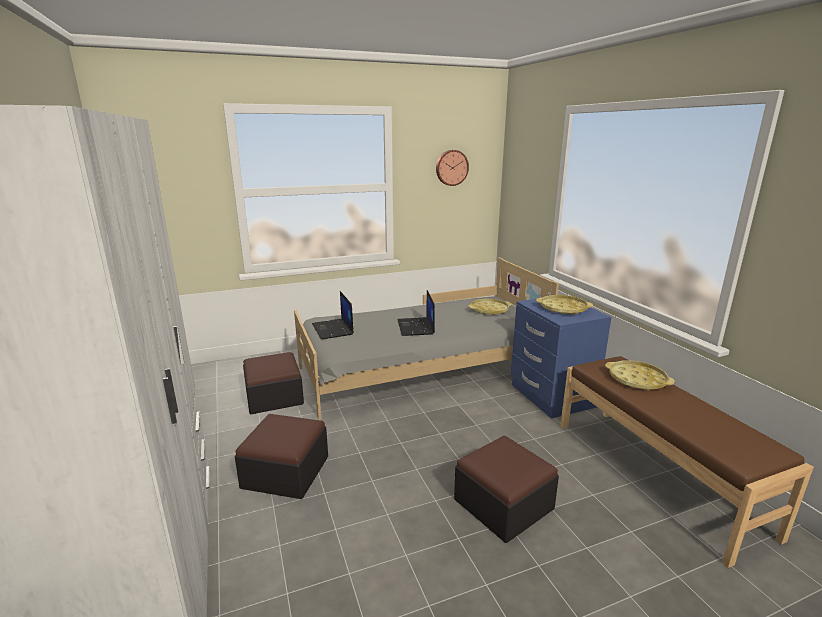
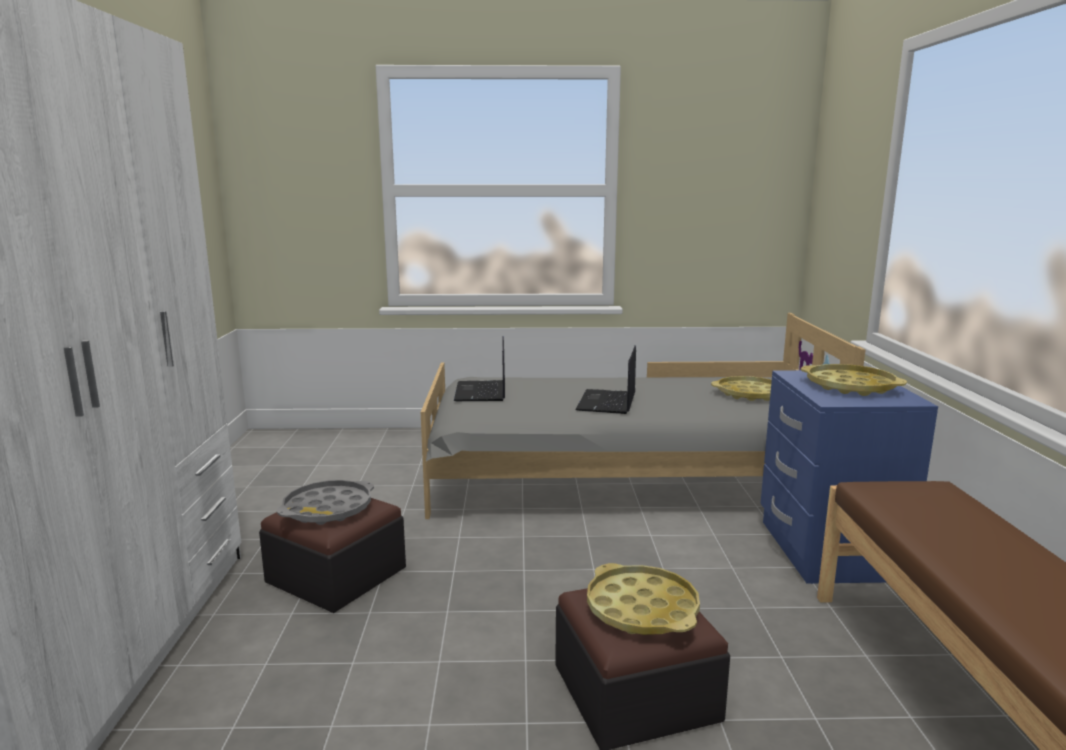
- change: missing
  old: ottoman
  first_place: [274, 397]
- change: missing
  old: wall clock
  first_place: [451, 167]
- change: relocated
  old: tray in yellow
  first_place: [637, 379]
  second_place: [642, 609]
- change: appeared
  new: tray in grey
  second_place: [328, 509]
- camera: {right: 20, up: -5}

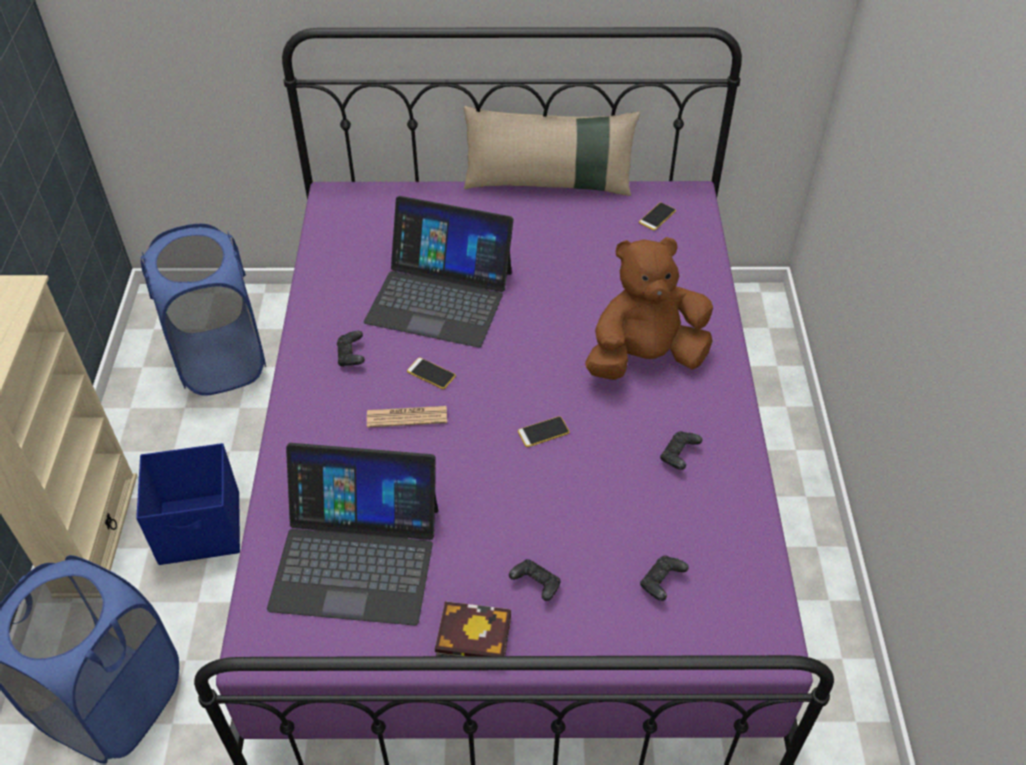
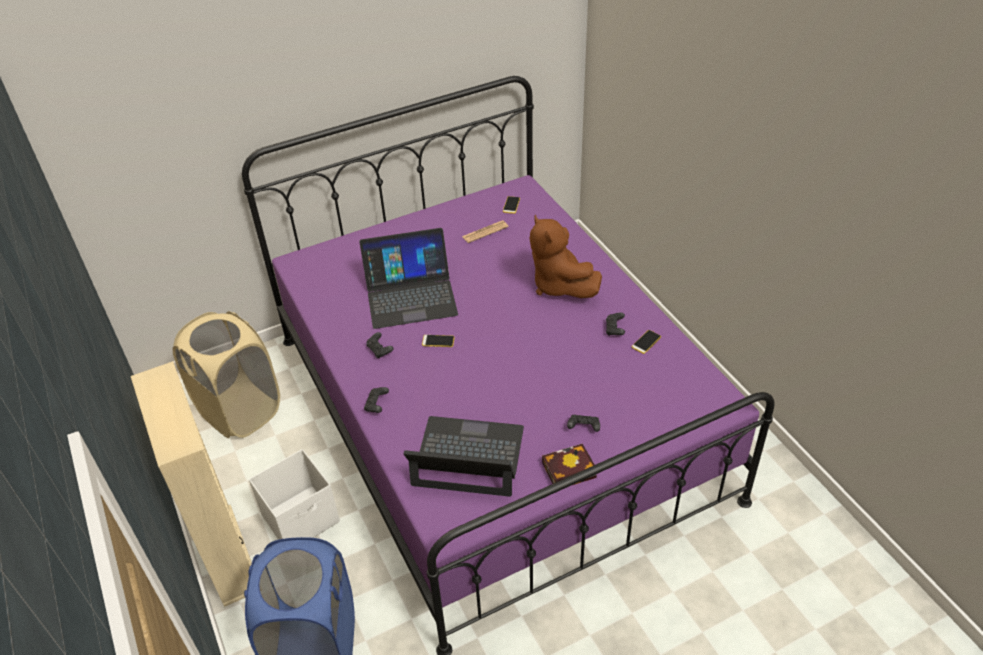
- change: colour
  old: storage box in blue
  new: storage box in white
  first_place: [201, 529]
  second_place: [302, 519]
- change: colour
  old: laundry basket in blue
  new: laundry basket in beige
  first_place: [221, 360]
  second_place: [240, 411]
- change: spun
  old: laptop
  first_place: [356, 556]
  second_place: [468, 457]
  degrees: -150
- change: relocated
  old: newspaper
  first_place: [407, 417]
  second_place: [485, 232]
- change: missing
  old: pillow in beige
  first_place: [549, 184]
- change: relocated
  old: phone
  first_place: [543, 432]
  second_place: [646, 342]
- change: spun
  old: plush toy in brown
  first_place: [644, 358]
  second_place: [559, 285]
  degrees: -75
- change: relocated
  old: game controller in black
  first_place: [661, 583]
  second_place: [376, 405]
- camera: {right: -25, up: -5}

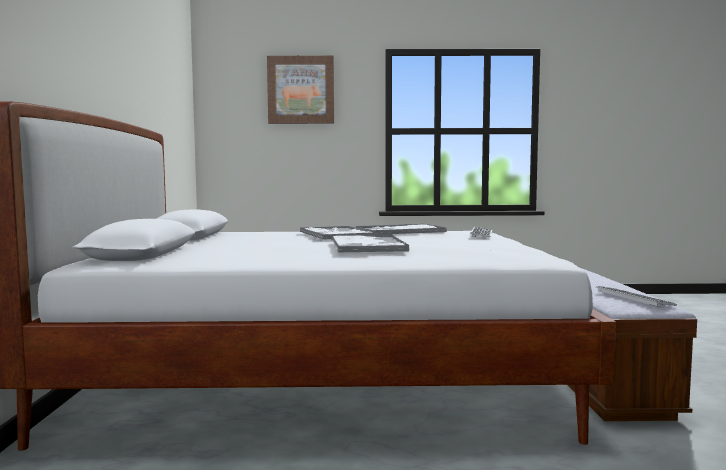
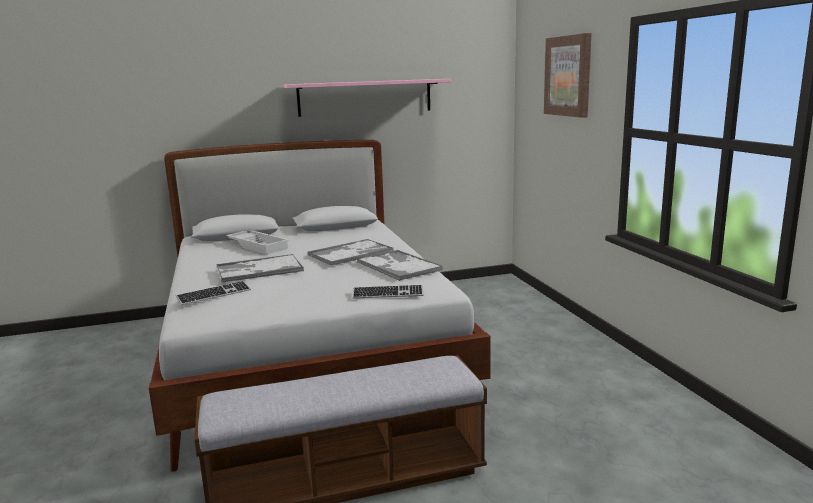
- change: relocated
  old: keyboard
  first_place: [633, 298]
  second_place: [214, 295]
- change: appeared
  new: tray in white
  second_place: [259, 246]
- change: appeared
  new: shelf in pink
  second_place: [365, 97]
- camera: {right: 75, up: 10}

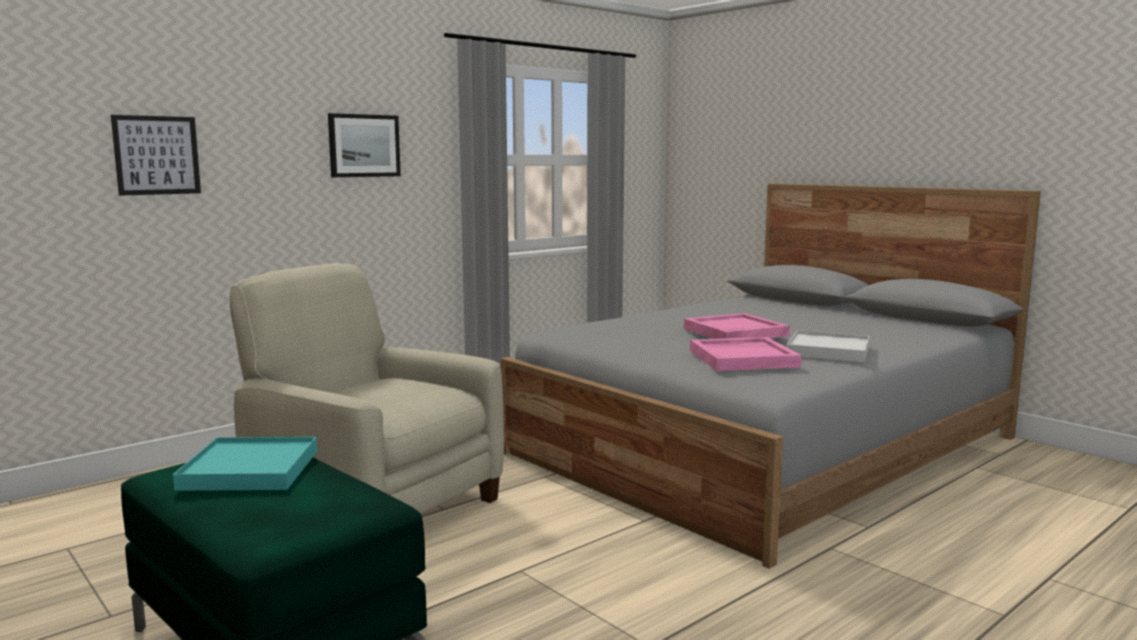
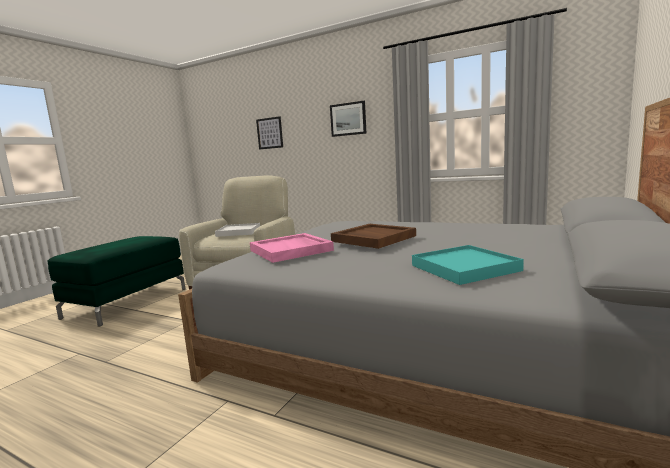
- change: relocated
  old: tray in turquoise
  first_place: [249, 470]
  second_place: [464, 268]
- change: colour
  old: tray in pink
  new: tray in brown
  first_place: [735, 332]
  second_place: [372, 239]
- change: relocated
  old: tray in white
  first_place: [828, 351]
  second_place: [239, 232]
- camera: {right: 70, up: 0}

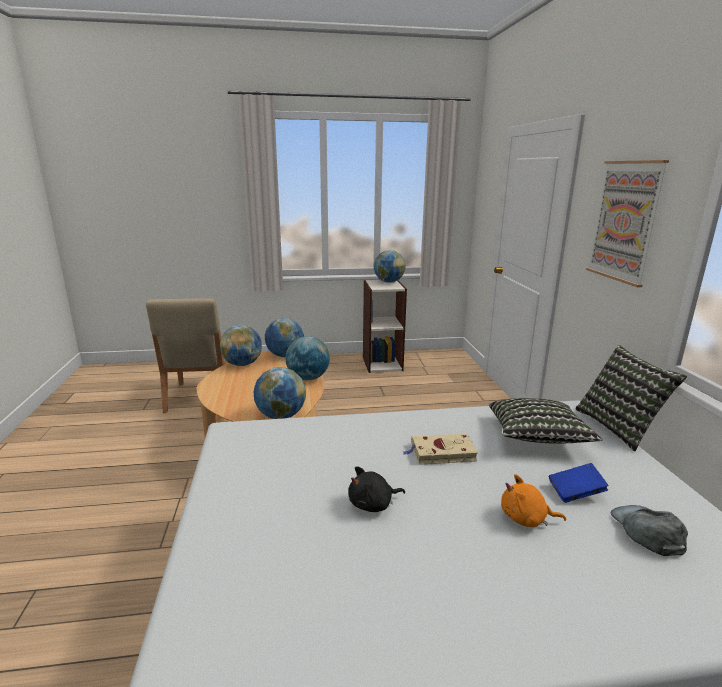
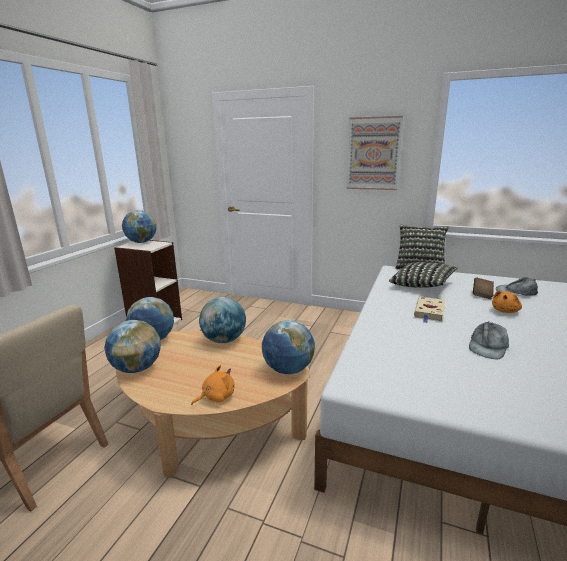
- change: exchanged
  old: plush toy in black
  new: cap in grey
  first_place: [373, 504]
  second_place: [487, 346]
- change: colour
  old: book in blue
  new: book in brown
  first_place: [575, 493]
  second_place: [482, 294]
- change: appeared
  new: plush toy in orange
  second_place: [216, 397]
- camera: {right: -60, up: 0}

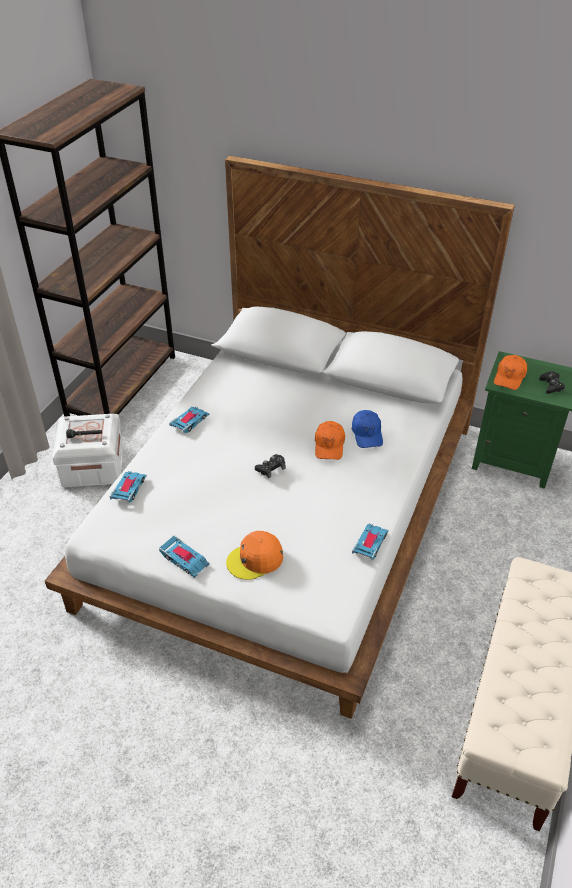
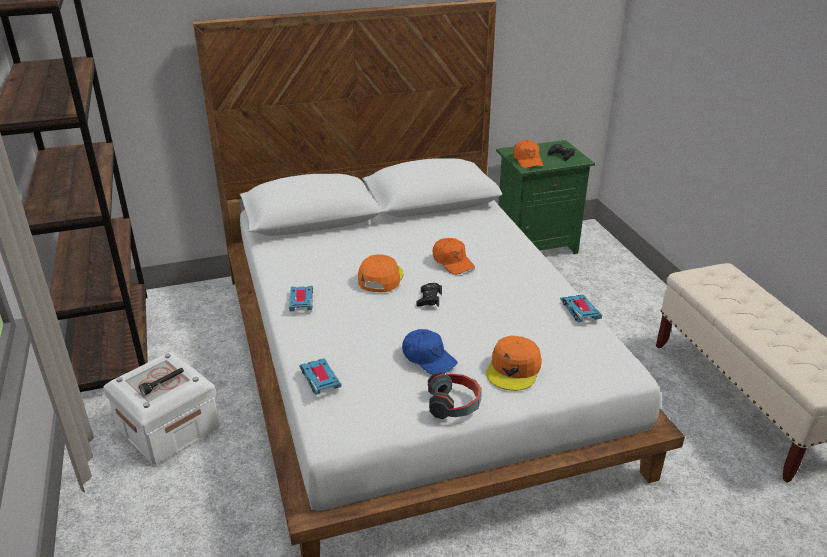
- change: exchanged
  old: toy car
  new: headphones
  first_place: [184, 559]
  second_place: [454, 404]
- change: relocated
  old: cap in blue
  first_place: [367, 434]
  second_place: [428, 358]
- change: appeared
  new: cap in orange
  second_place: [380, 278]
- camera: {right: -40, up: -10}

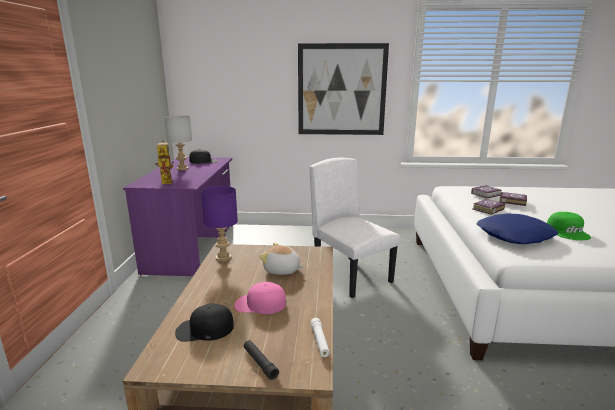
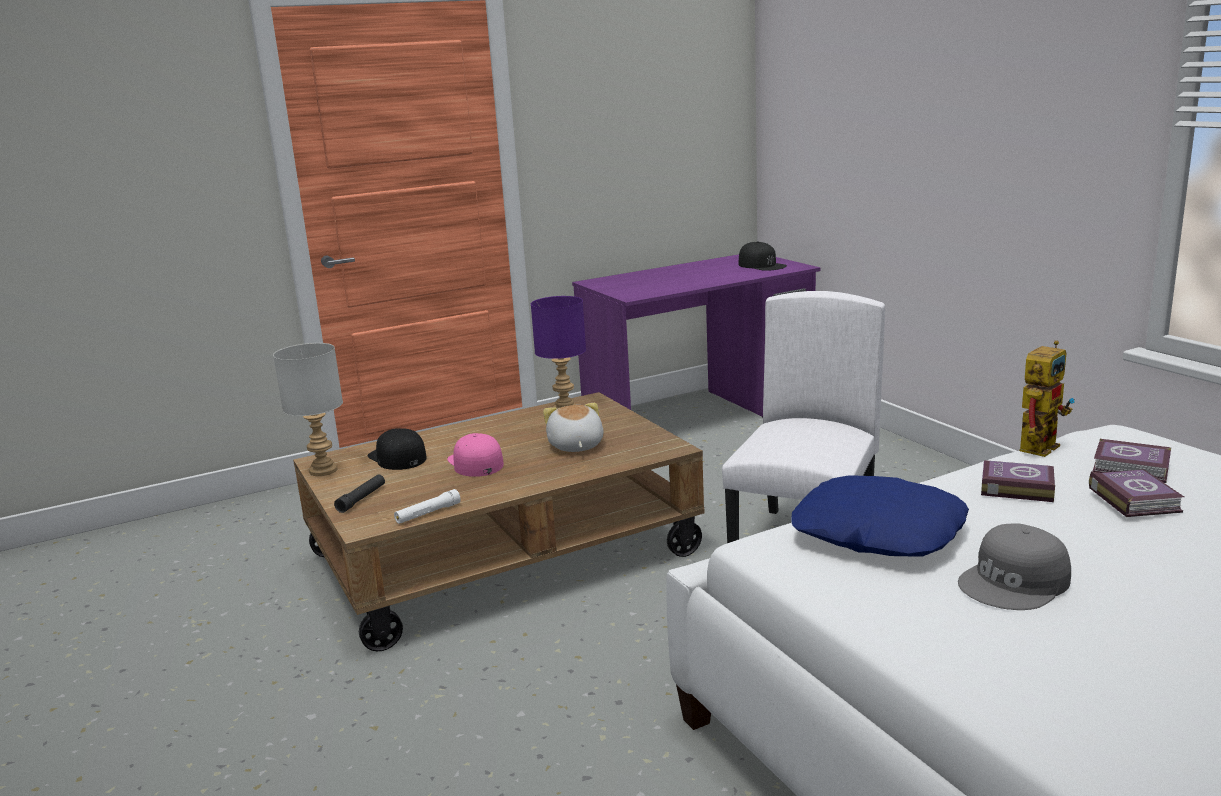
- change: relocated
  old: toy robot
  first_place: [166, 181]
  second_place: [1039, 444]
- change: relocated
  old: table lamp in grey
  first_place: [182, 169]
  second_place: [322, 471]
- change: missing
  old: picture
  first_place: [341, 90]
- change: colour
  old: cap in green
  new: cap in grey
  first_place: [567, 232]
  second_place: [1015, 583]
- camera: {right: 60, up: 0}

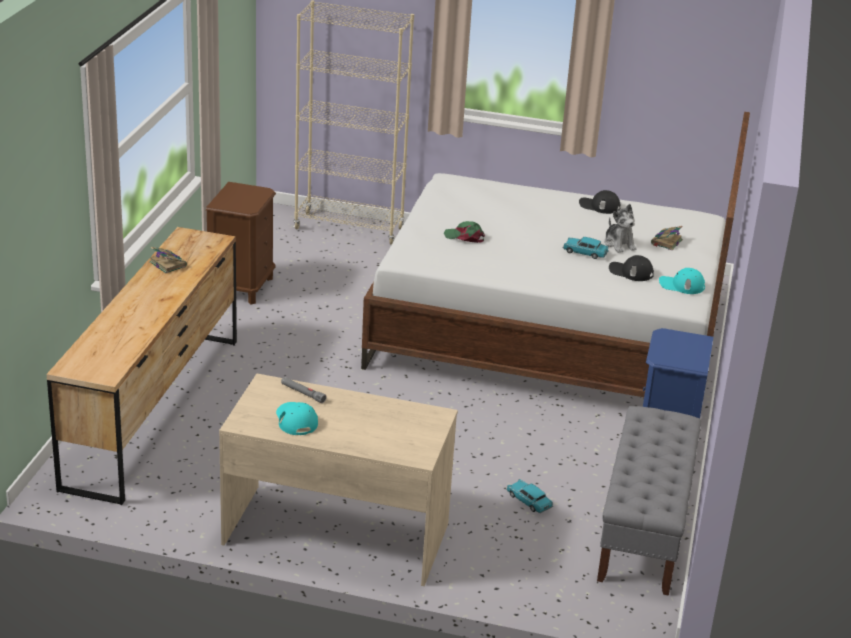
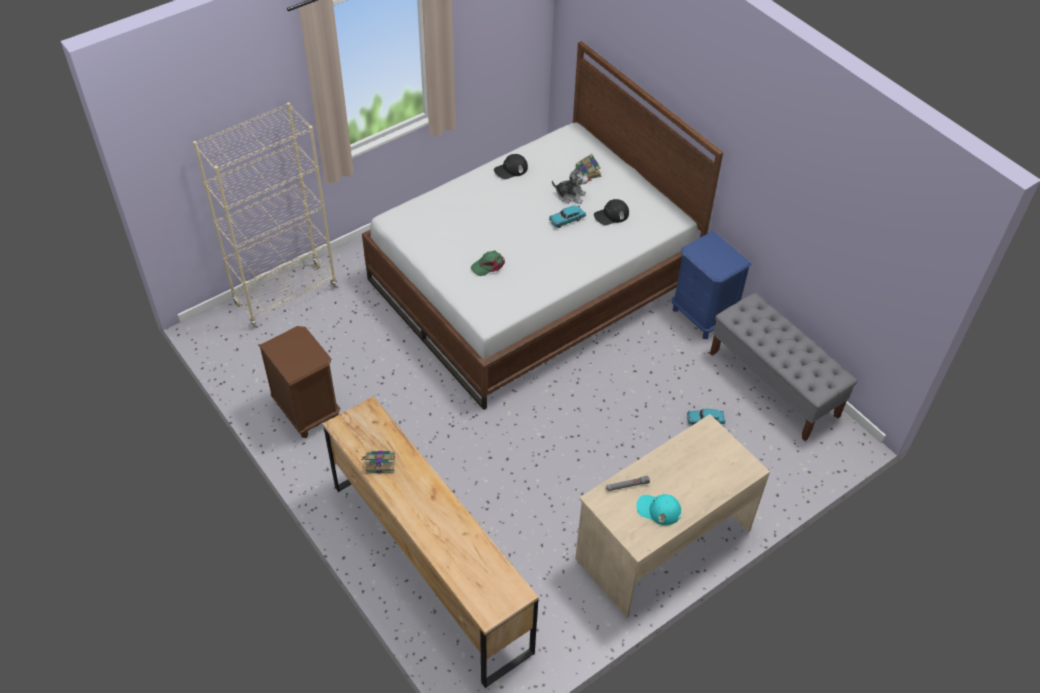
- change: missing
  old: cap in turquoise
  first_place: [681, 285]
- camera: {right: -50, up: 20}

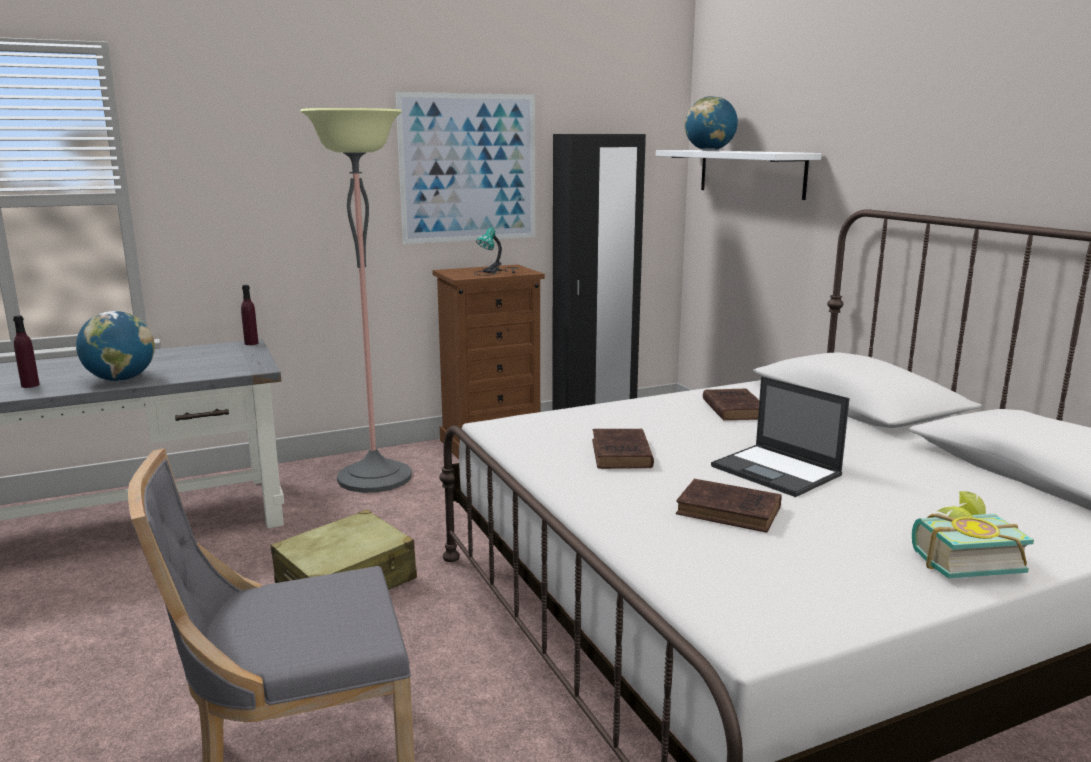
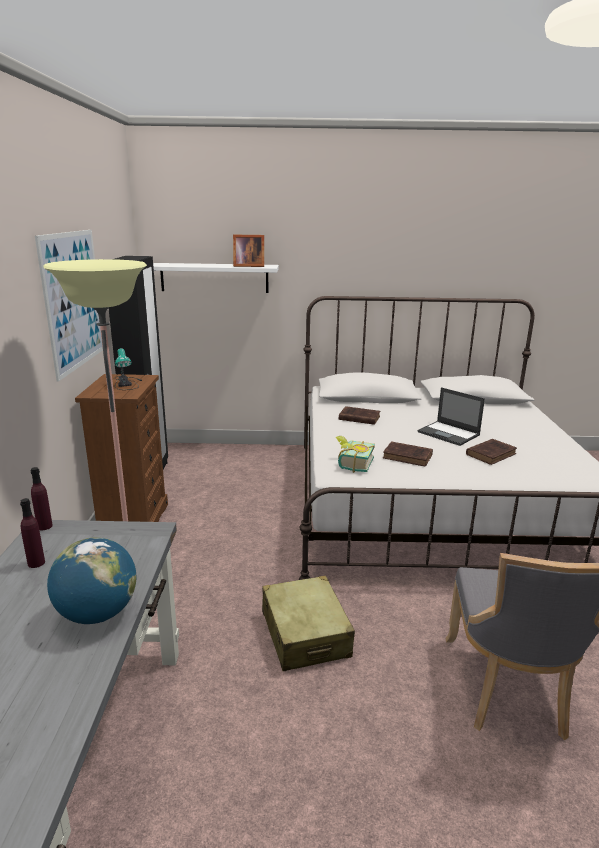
- change: relocated
  old: bottle in purple
  first_place: [30, 385]
  second_place: [36, 563]
- change: missing
  old: globe
  first_place: [709, 150]
- change: spun
  old: laptop
  first_place: [777, 471]
  second_place: [449, 433]
  degrees: 60
- change: relocated
  old: book
  first_place: [960, 559]
  second_place: [351, 464]
- change: appeared
  new: picture frame
  second_place: [247, 266]
- camera: {right: -65, up: 5}

